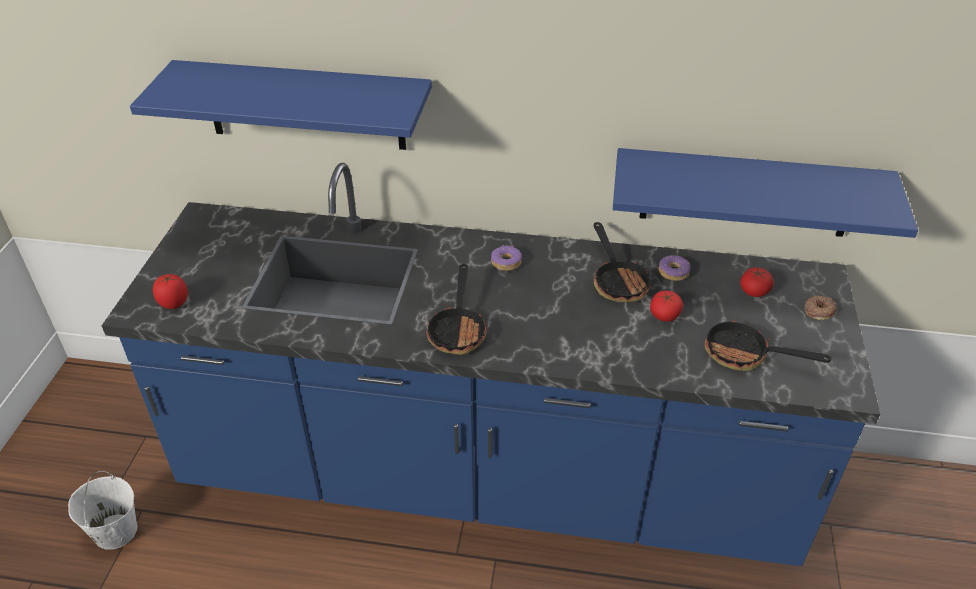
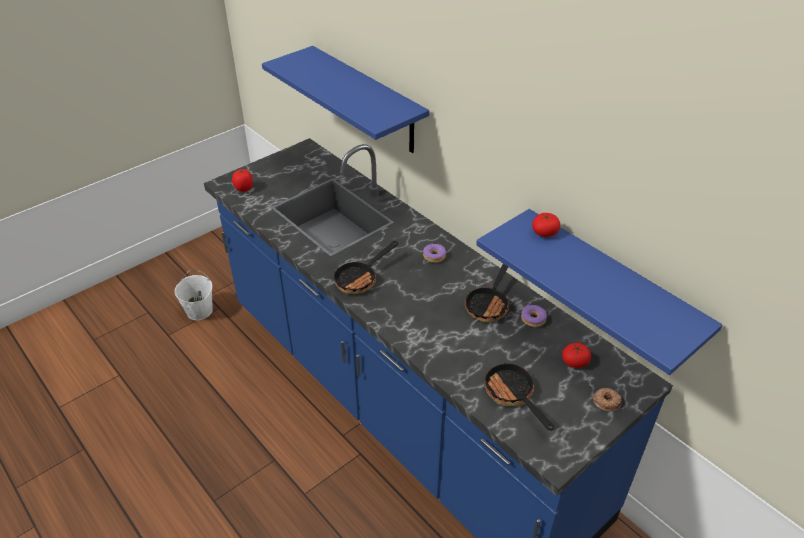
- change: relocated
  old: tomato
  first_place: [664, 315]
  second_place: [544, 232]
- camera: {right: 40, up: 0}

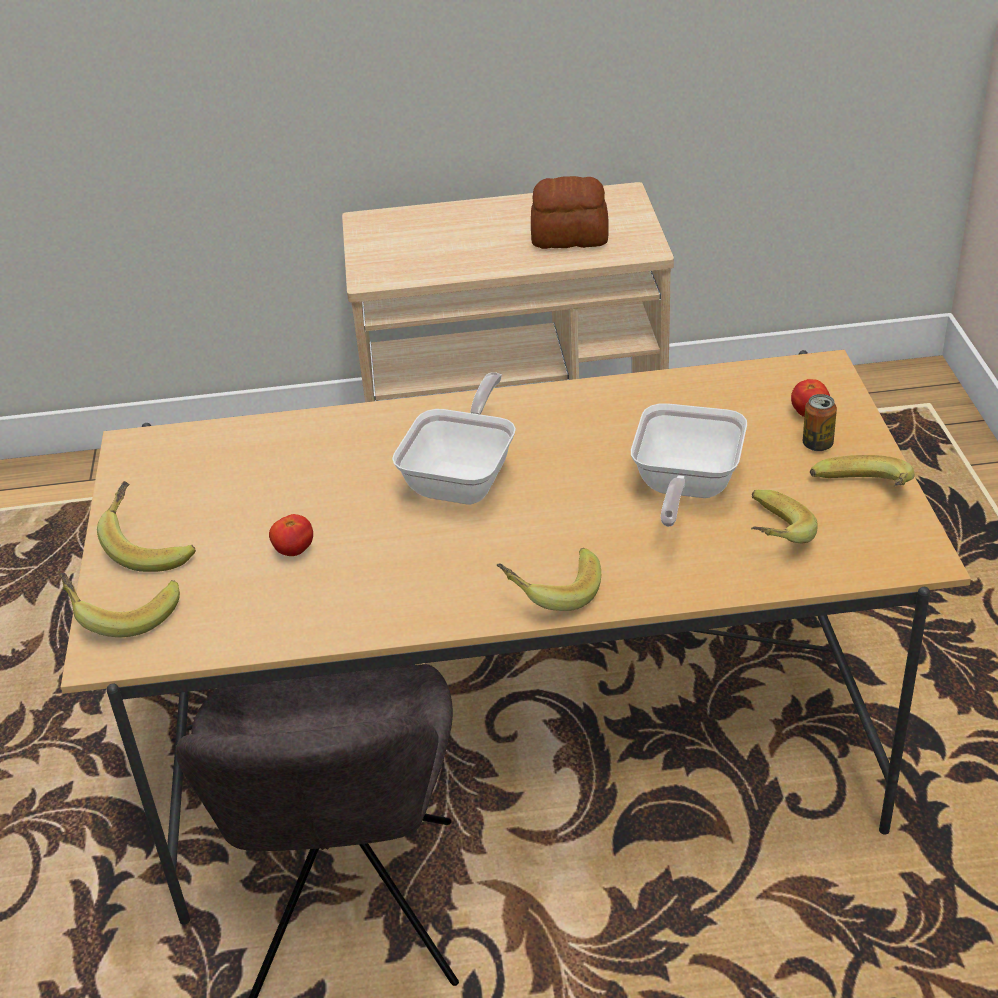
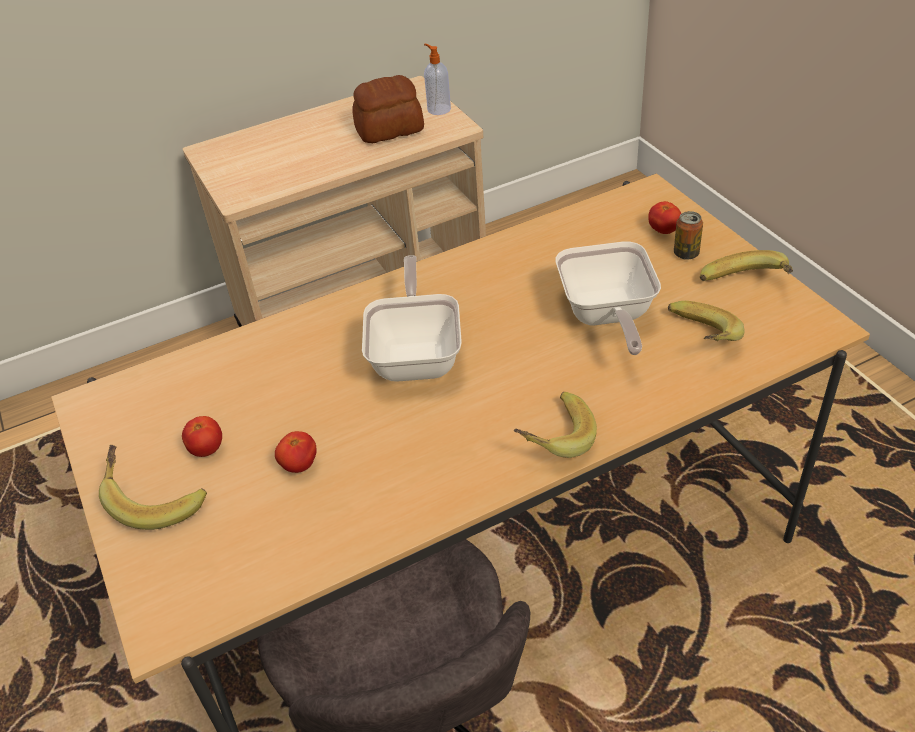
- change: missing
  old: banana
  first_place: [123, 614]
- change: appeared
  new: tomato
  second_place: [207, 449]
- change: appeared
  new: soap dispenser
  second_place: [438, 109]
- camera: {right: -20, up: 5}

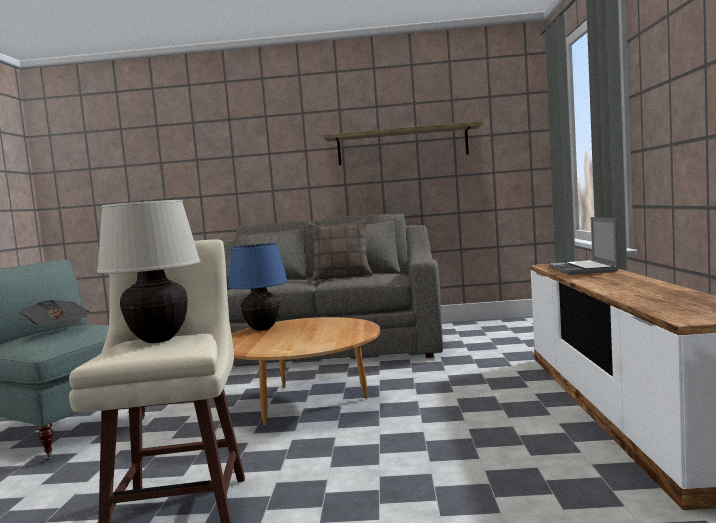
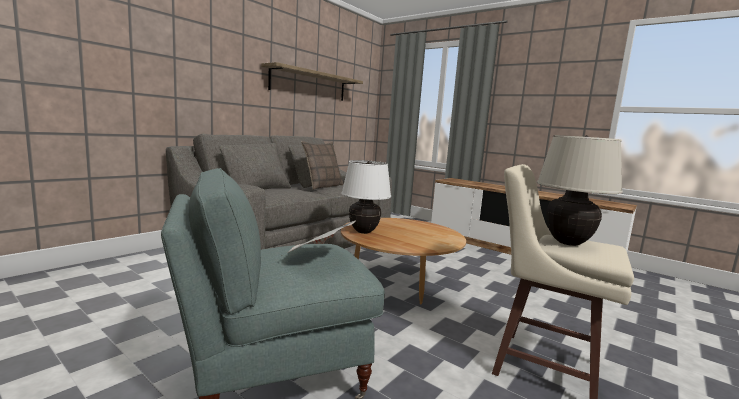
- change: colour
  old: table lamp in blue
  new: table lamp in white
  first_place: [262, 329]
  second_place: [363, 232]
- change: missing
  old: laptop
  first_place: [584, 269]
- camera: {right: -55, up: 5}

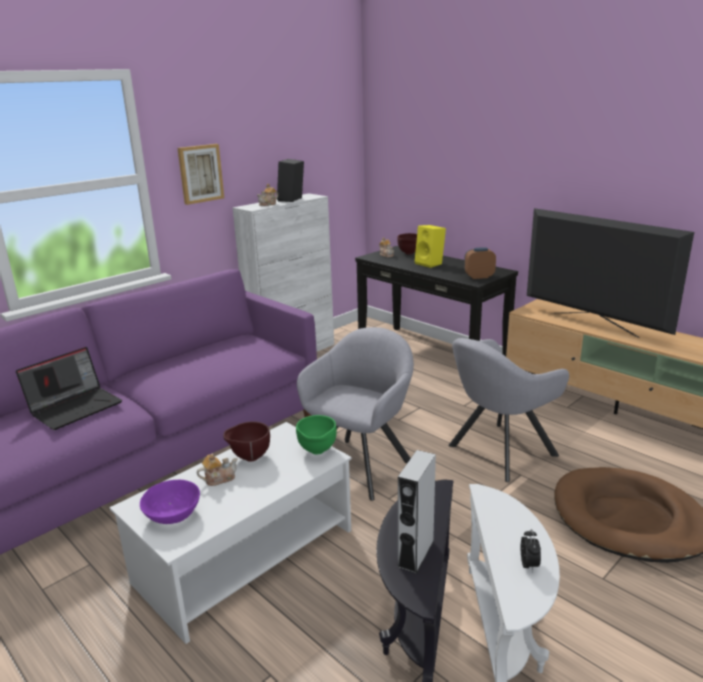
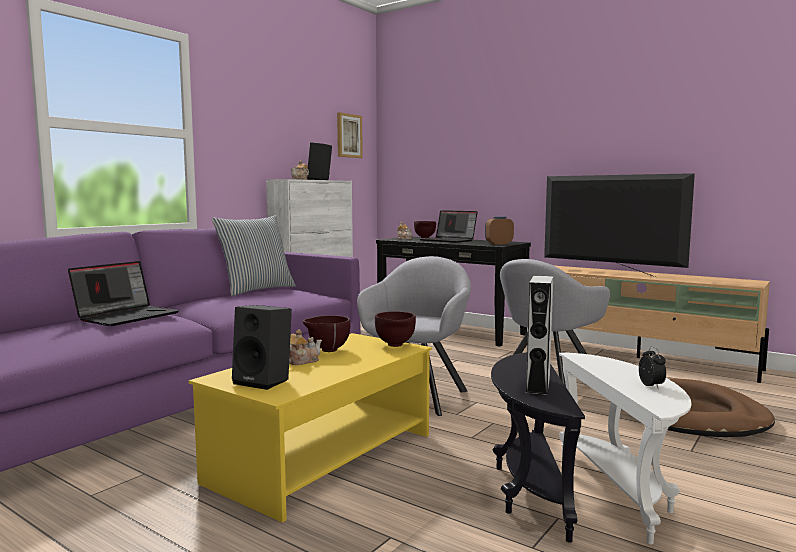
- change: colour
  old: coffee table in white
  new: coffee table in yellow
  first_place: [247, 555]
  second_place: [324, 457]
- change: exchanged
  old: bowl in purple
  new: speaker in black
  first_place: [173, 515]
  second_place: [265, 381]
- change: relocated
  old: picture
  first_place: [200, 173]
  second_place: [348, 136]
- change: colour
  old: bowl in green
  new: bowl in brown
  first_place: [317, 452]
  second_place: [395, 345]
- change: exchanged
  old: speaker in yellow
  new: laptop
  first_place: [430, 264]
  second_place: [449, 240]
- change: appeared
  new: pillow
  second_place: [256, 290]
- camera: {right: -10, up: -15}

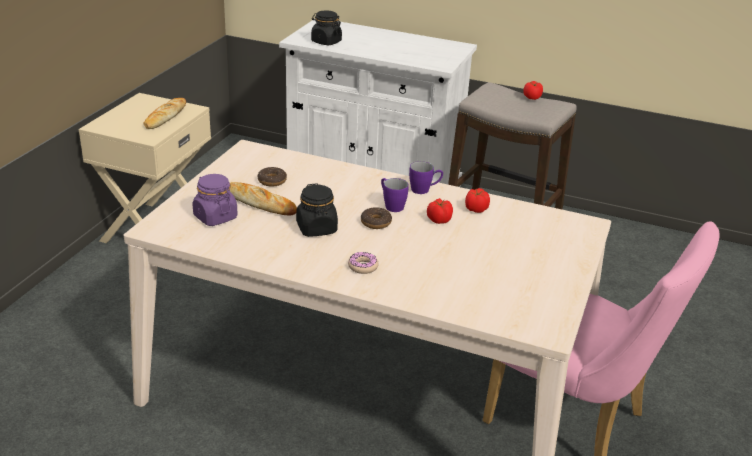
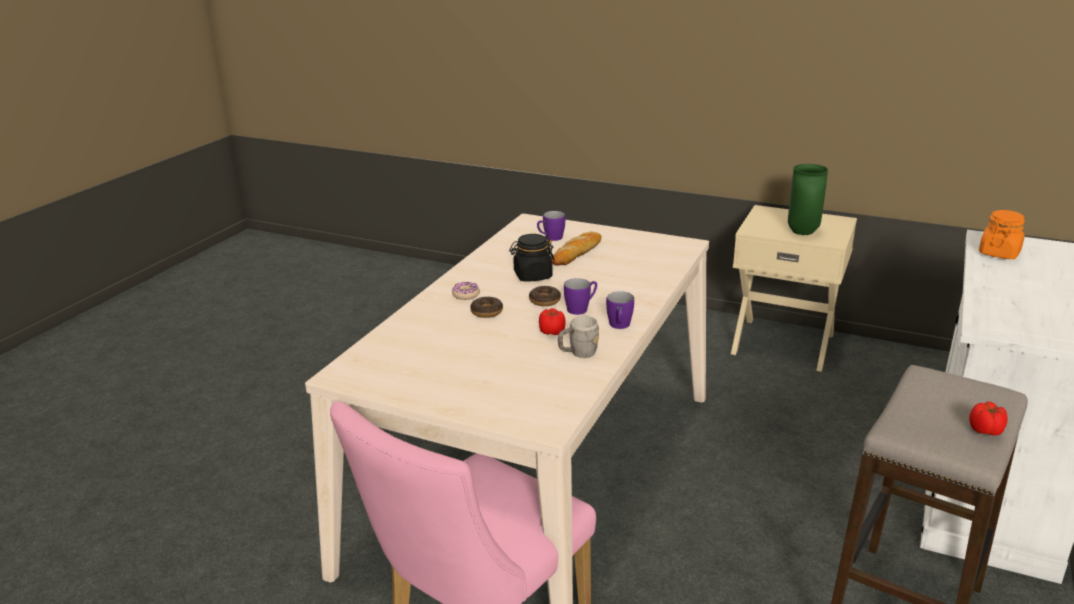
- change: exchanged
  old: bread
  new: vase in green
  first_place: [165, 117]
  second_place: [803, 232]
- change: exchanged
  old: jar in purple
  new: mug in purple
  first_place: [215, 217]
  second_place: [550, 238]
- change: relocated
  old: donut
  first_place: [272, 181]
  second_place: [486, 312]
- change: colour
  old: jar in black
  new: jar in orange
  first_place: [326, 42]
  second_place: [999, 253]
- change: exchanged
  old: tomato
  new: mug in grey
  first_place: [475, 209]
  second_place: [578, 353]
- camera: {right: 95, up: -5}

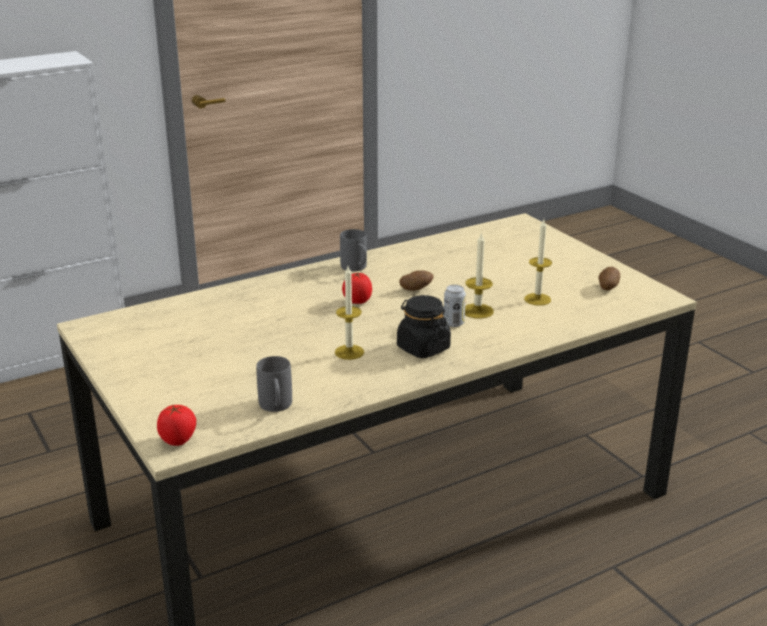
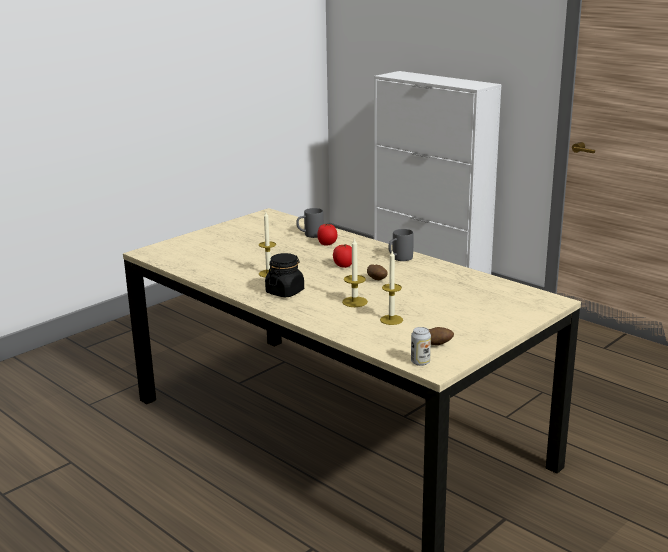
- change: relocated
  old: tomato
  first_place: [178, 440]
  second_place: [327, 244]
- change: relocated
  old: mug in grey
  first_place: [276, 407]
  second_place: [310, 235]
- change: relocated
  old: can
  first_place: [453, 323]
  second_place: [420, 362]
- camera: {right: 75, up: -5}

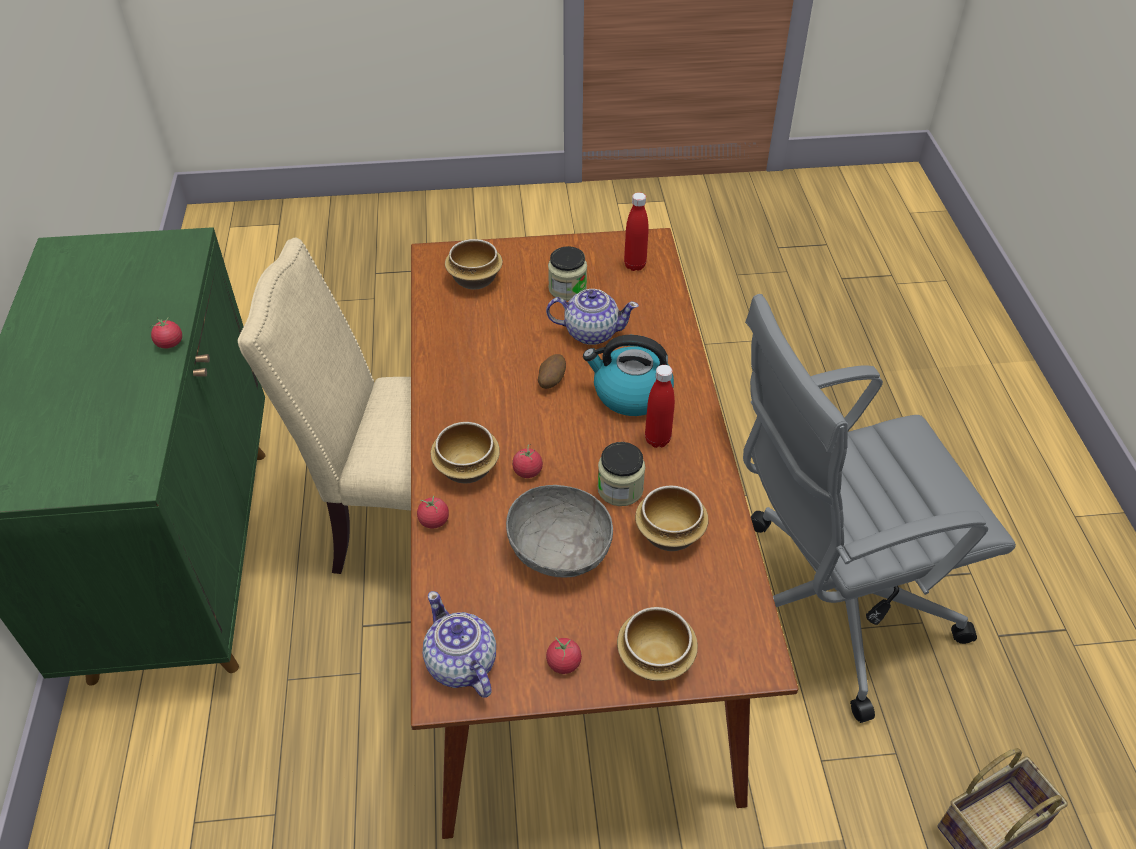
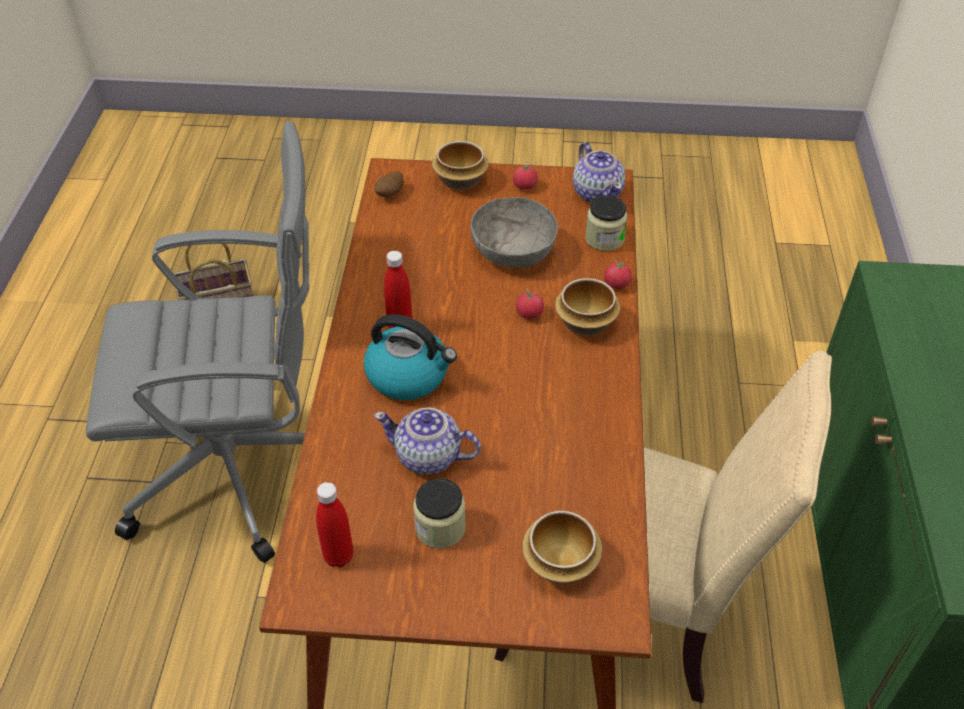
- change: missing
  old: tomato
  first_place: [170, 343]
- change: relocated
  old: potato
  first_place: [551, 380]
  second_place: [390, 194]
- change: relocated
  old: jar
  first_place: [620, 489]
  second_place: [604, 239]
- change: missing
  old: bowl
  first_place: [669, 535]
- camera: {right: -170, up: 0}

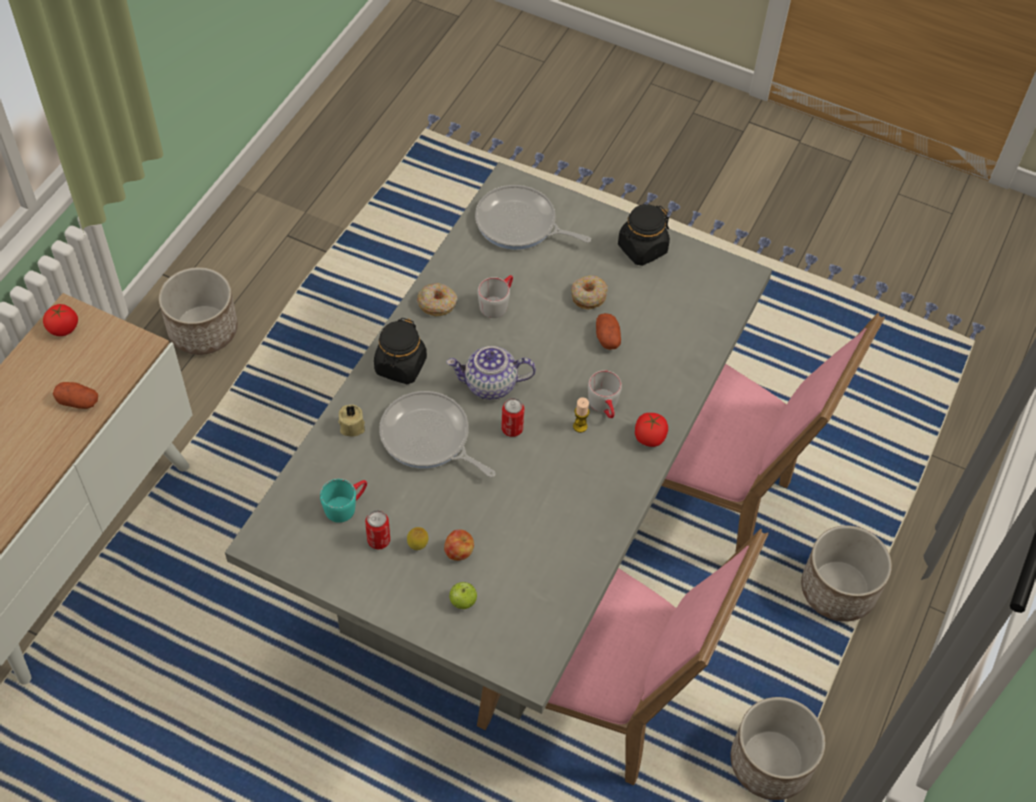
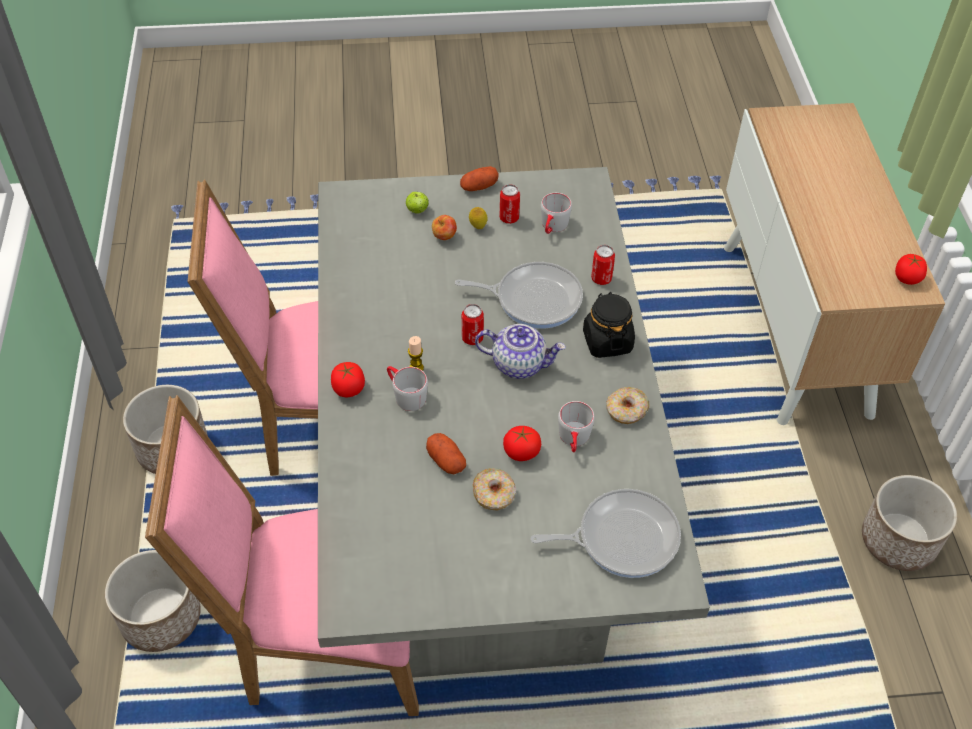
- change: relocated
  old: potato
  first_place: [78, 401]
  second_place: [479, 187]
- change: colour
  old: mug in turquoise
  new: mug in grey
  first_place: [346, 505]
  second_place: [553, 227]
- change: exchanged
  old: candle in beige
  new: can
  first_place: [351, 426]
  second_place: [601, 279]
- change: spun
  old: teapot
  first_place: [490, 385]
  second_place: [519, 364]
  degrees: 45
- change: missing
  old: jar in black
  first_place: [642, 249]
- change: appeared
  new: tomato
  second_place: [521, 452]
- camera: {right: 150, up: -5}

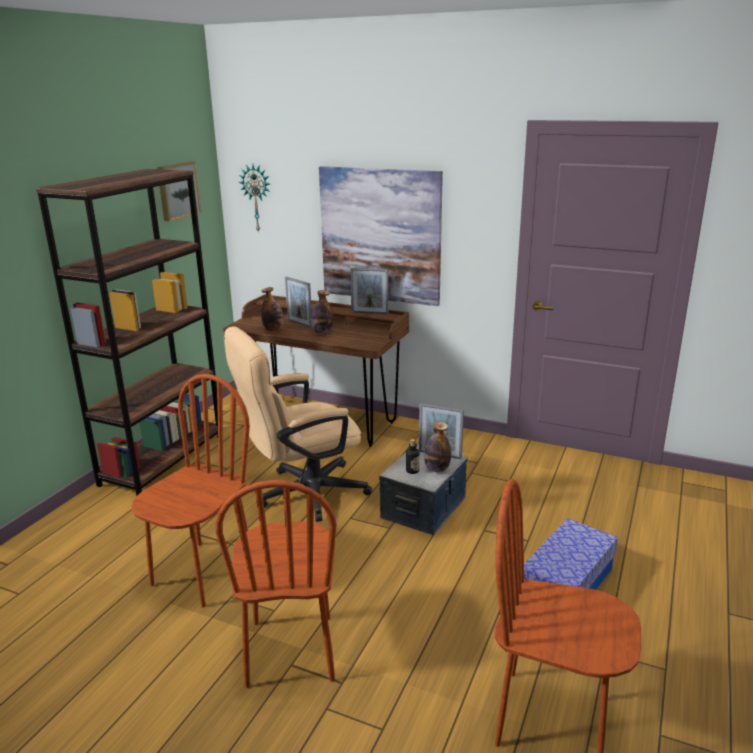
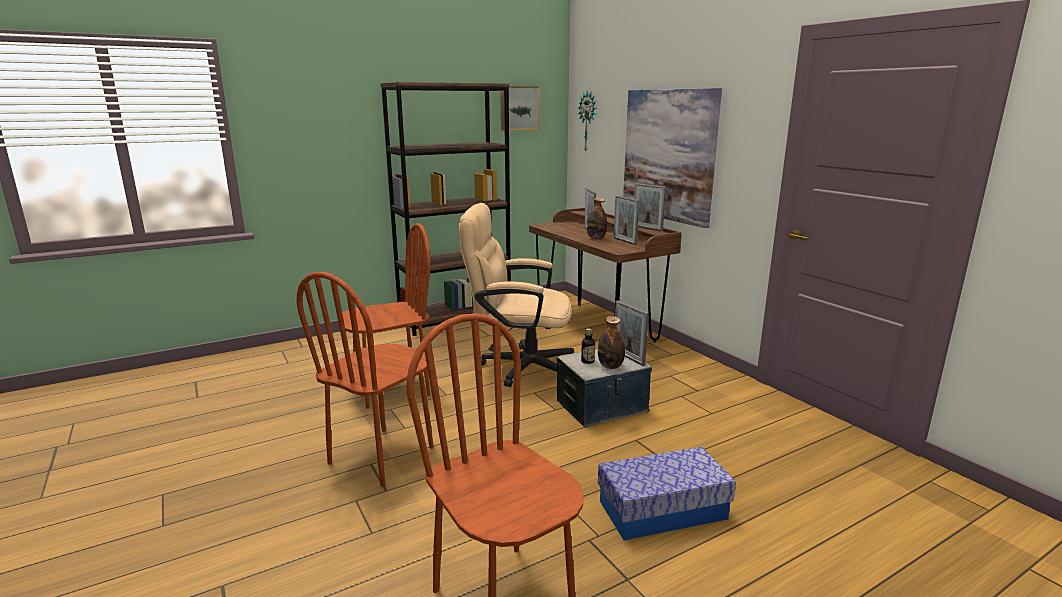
- change: missing
  old: bottle
  first_place: [273, 330]
- change: appeared
  new: picture frame
  second_place: [624, 241]
- camera: {right: 35, up: -5}

